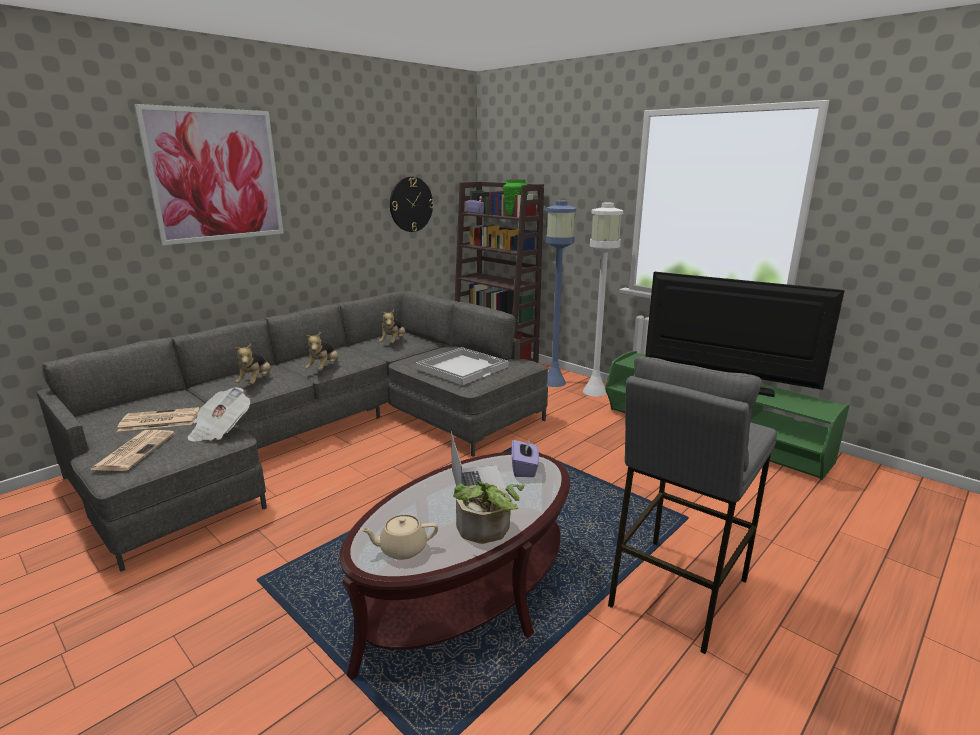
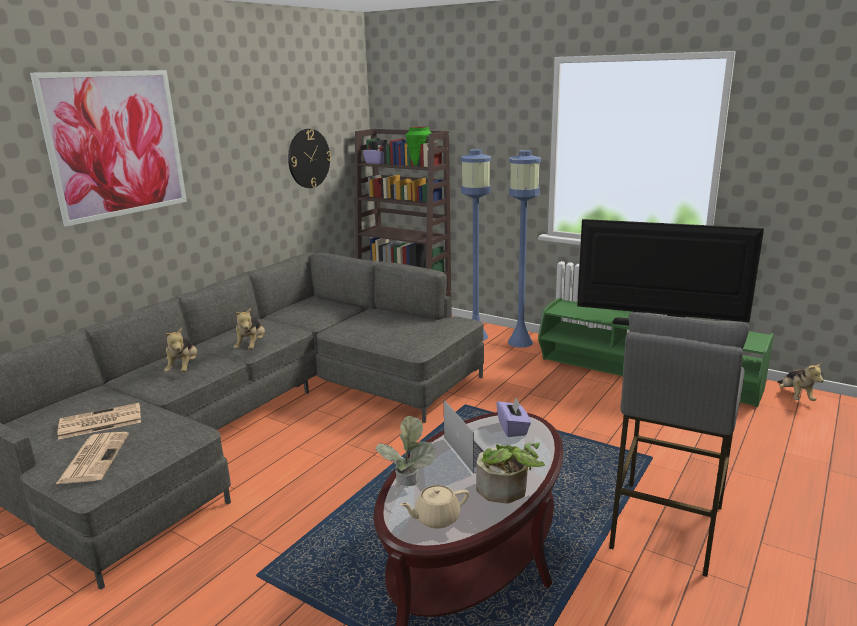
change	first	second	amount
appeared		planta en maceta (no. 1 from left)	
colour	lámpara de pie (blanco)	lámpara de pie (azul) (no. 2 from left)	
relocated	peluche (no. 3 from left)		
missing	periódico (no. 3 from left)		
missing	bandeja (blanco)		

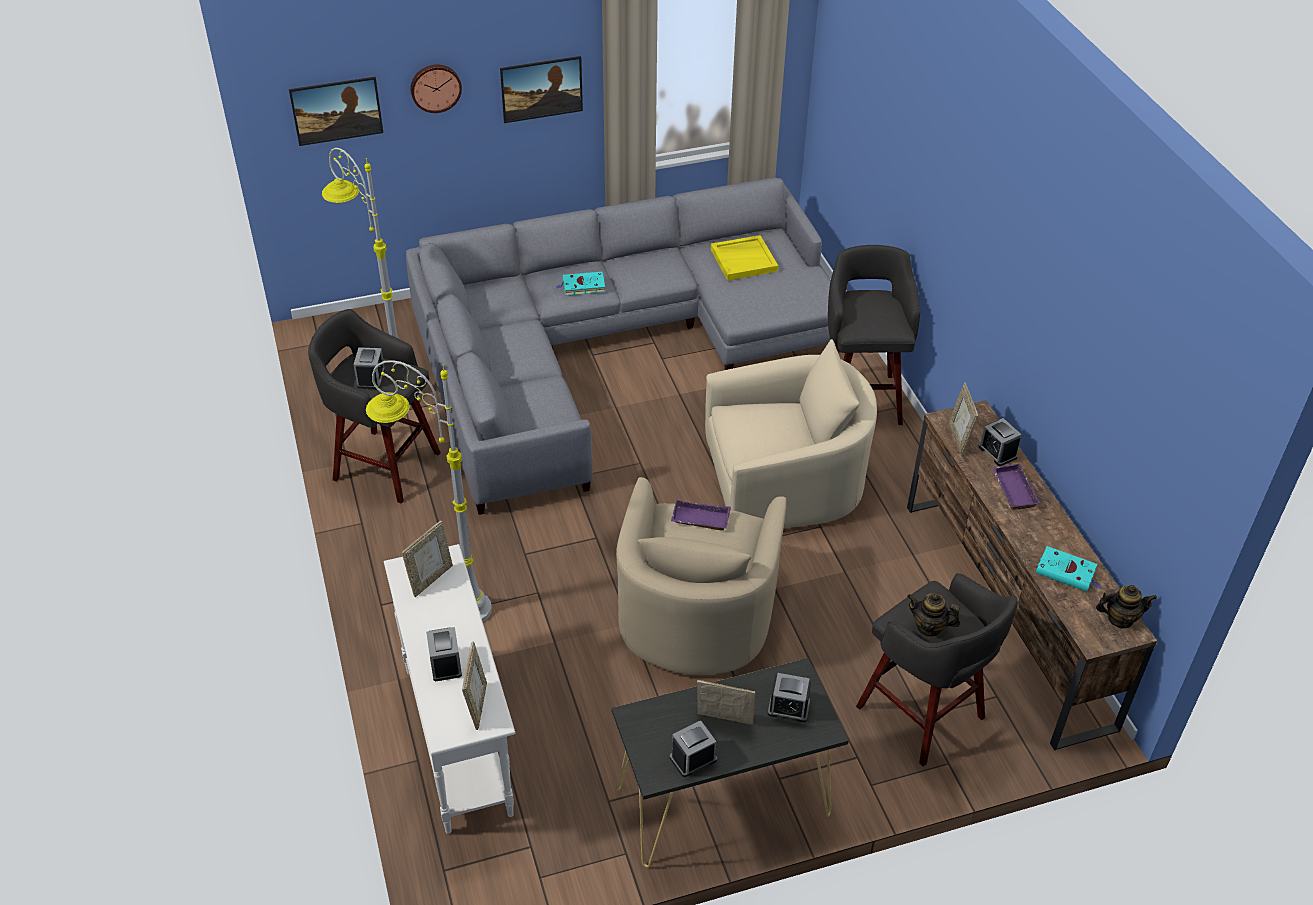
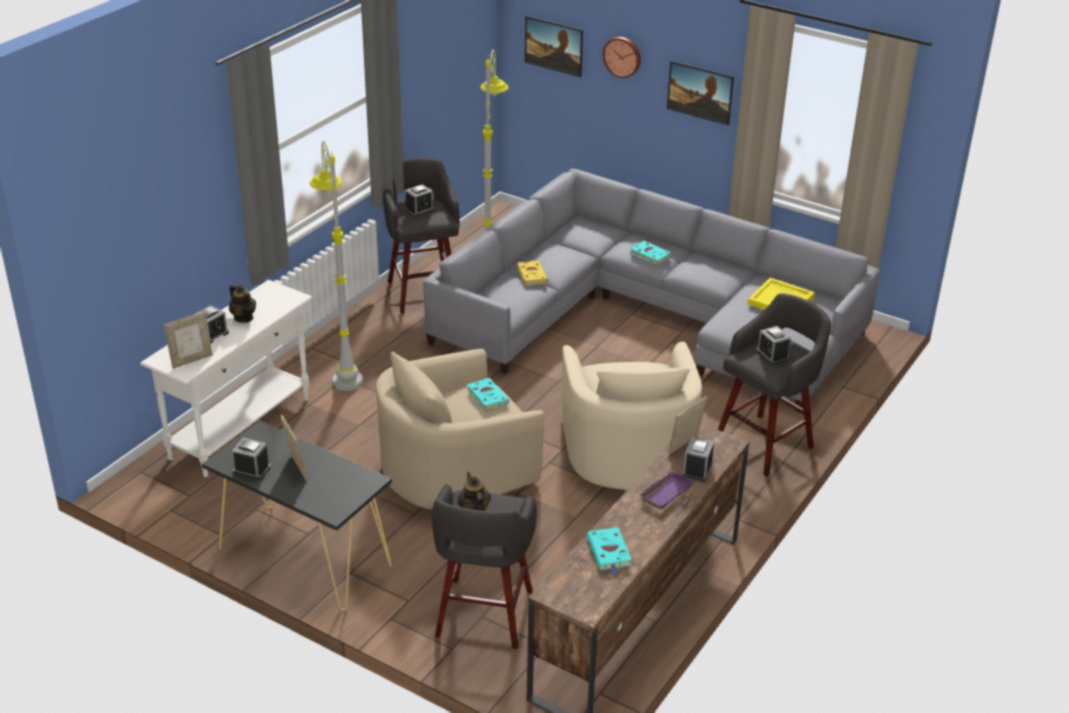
change	first	second	amount
relocated	tetera (no. 2 from left in the first image)	tetera (no. 1 from left)	
exchanged	bandeja (morado) (no. 1 from left)	libro (turquesa) (no. 1 from left)	
appeared		libro (amarillo)	
spun	sillón (beis) (no. 2 from left)		45 degrees clockwise
relocated	despertador (no. 4 from left in the first image)	despertador (no. 5 from left)	
missing	portarretratos (no. 1 from left)		

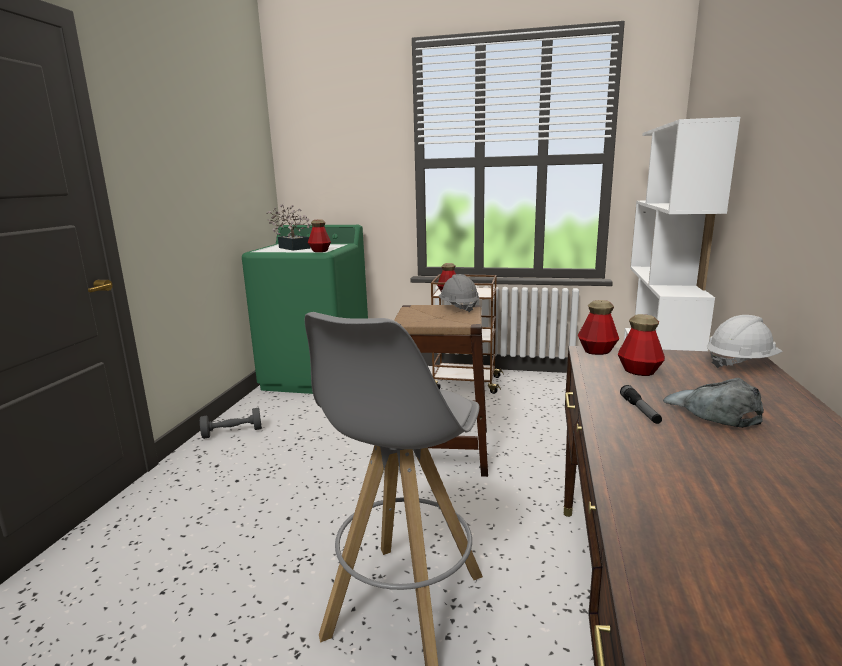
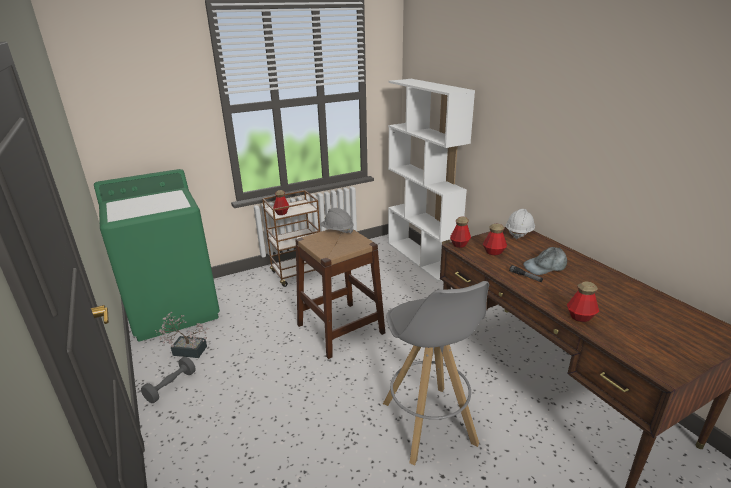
change	first	second	amount
relocated	planta en maceta		
spun	gorra (gris)		45 degrees counterclockwise
relocated	botella (no. 1 from left in the first image)	botella (no. 4 from left)	

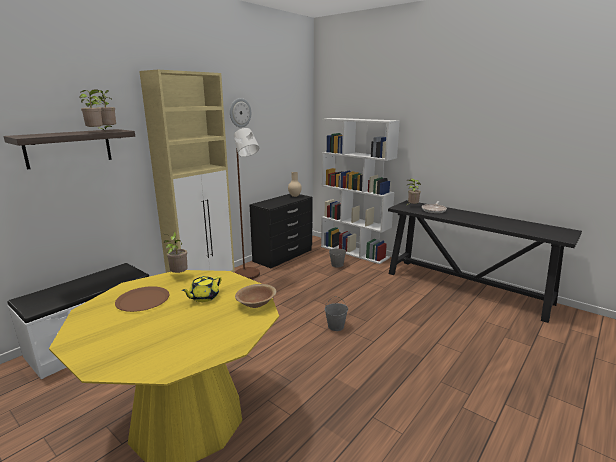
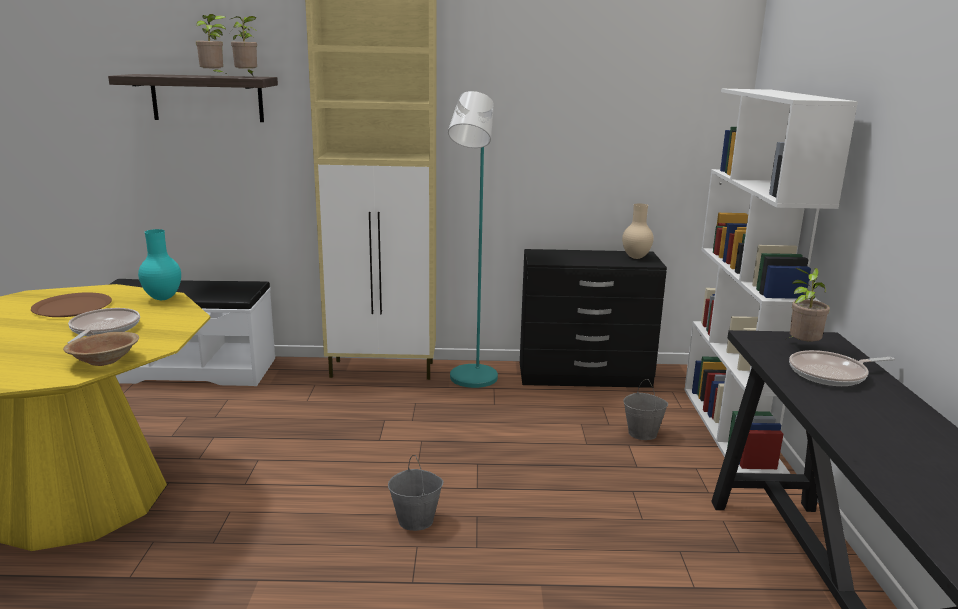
change	first	second	amount
exchanged	tetera (amarillo)	sartén (no. 1 from left)	
exchanged	planta en maceta (no. 3 from left)	florero (turquesa)	
colour	lámpara de pie (marrón)	lámpara de pie (turquesa)	
missing	reloj de pared		

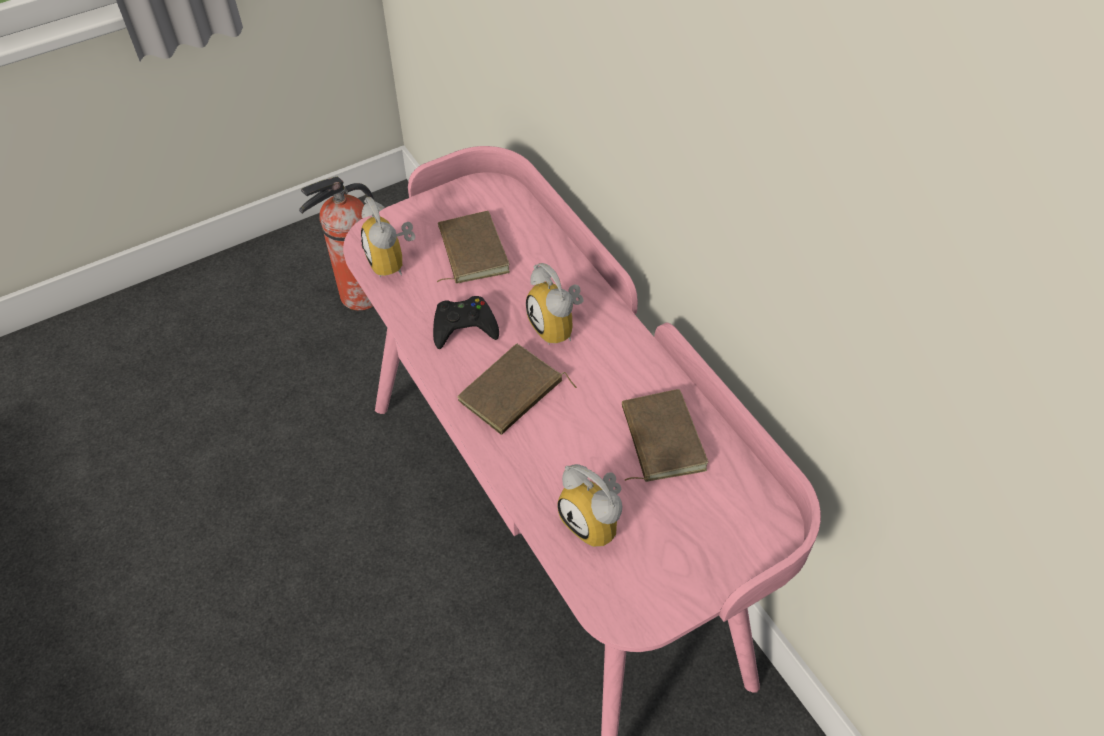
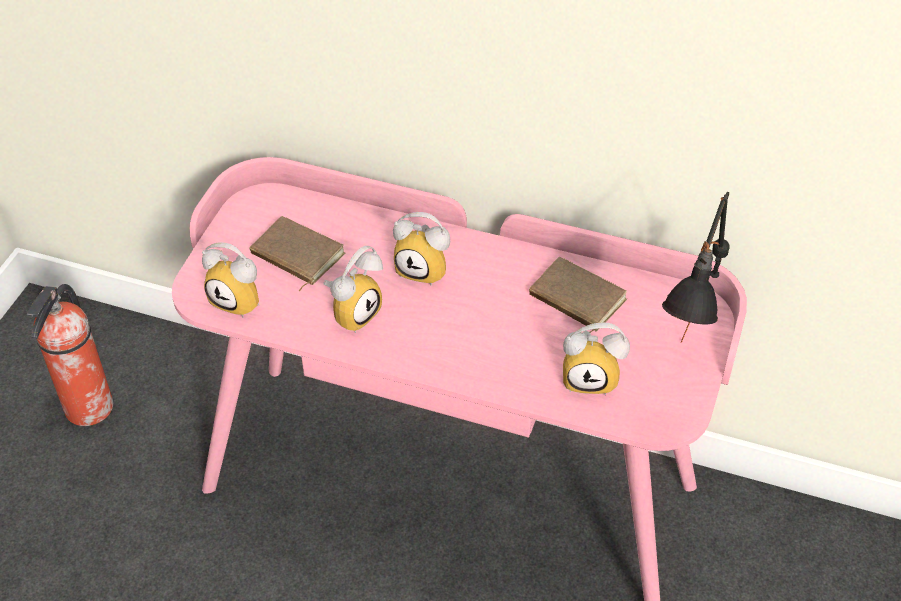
change	first	second	amount
exchanged	mando de consola (negro)	despertador (no. 2 from left)	
appeared		lámpara de mesa (negro)	
missing	libro (marrón) (no. 2 from left)		

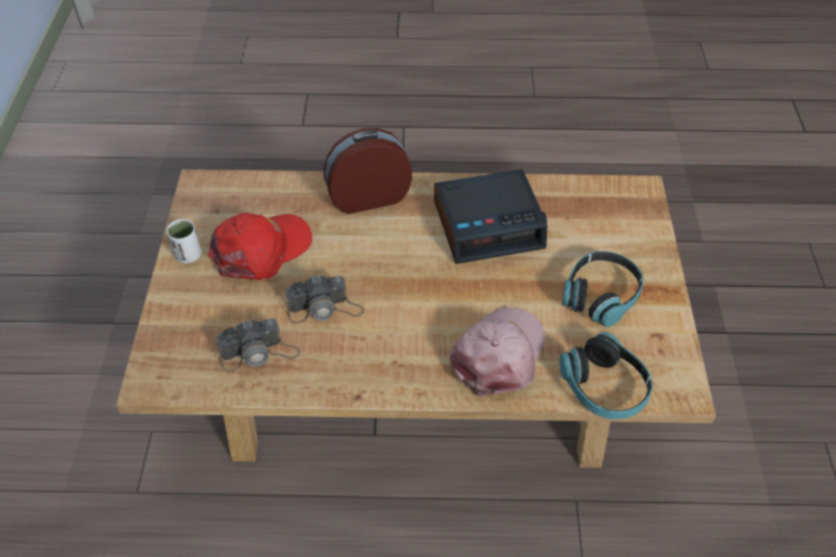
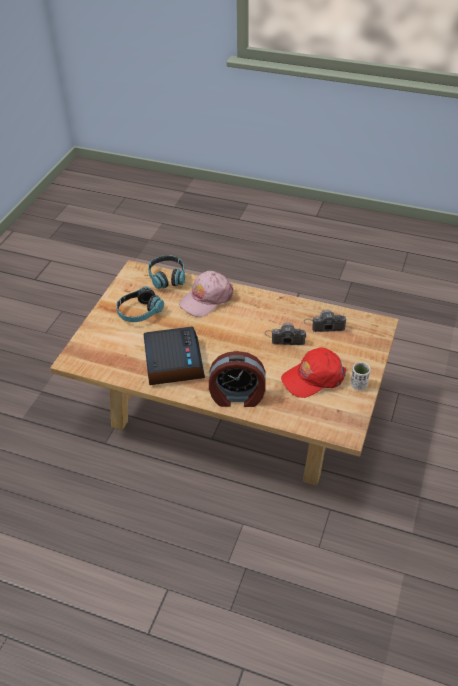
change	first	second	amount
spun	despertador (no. 2 from left in the first image)	despertador (no. 1 from left)	75 degrees clockwise

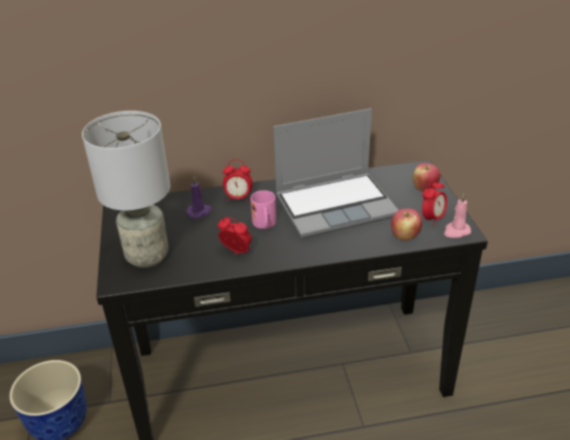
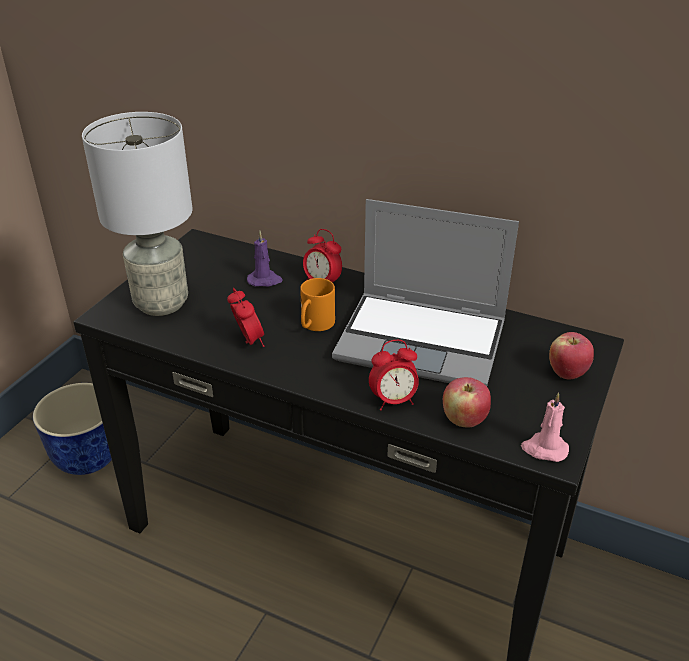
change	first	second	amount
colour	taza grande (rosa)	taza grande (naranja)	
relocated	despertador (no. 3 from left)		

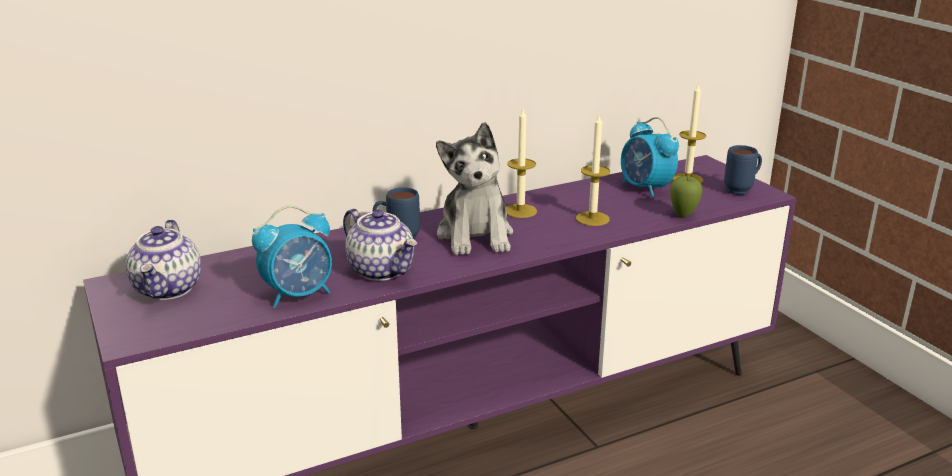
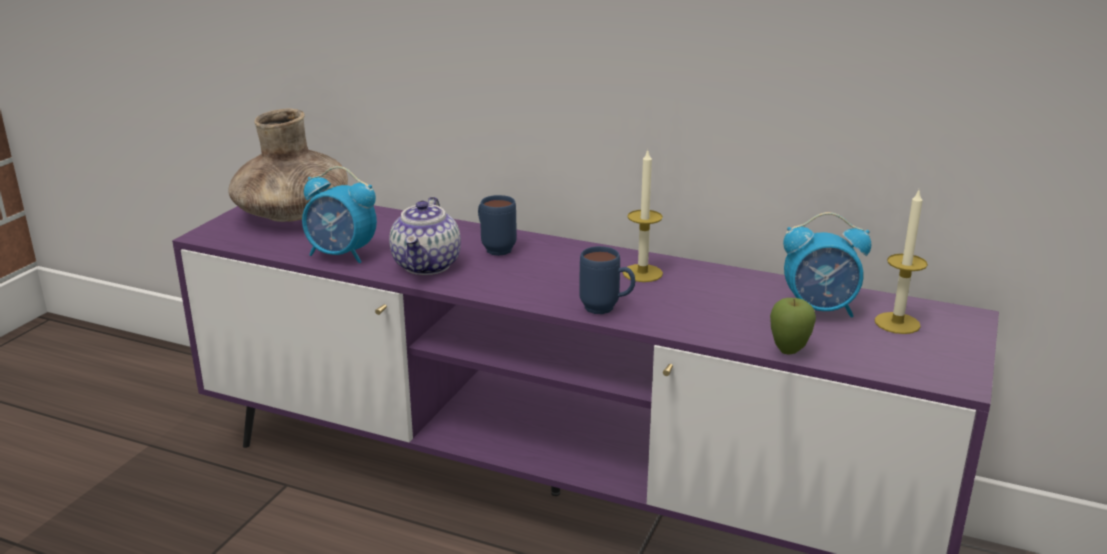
change	first	second	amount
exchanged	tetera (no. 1 from left)	florero (marrón)	
relocated	taza grande (azul) (no. 2 from left)		
spun	despertador (no. 2 from left)		105 degrees counterclockwise
missing	peluche		
missing	vela (no. 2 from left)		

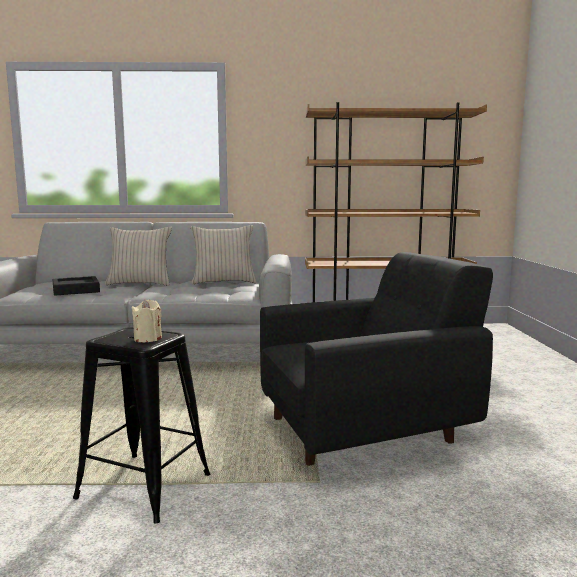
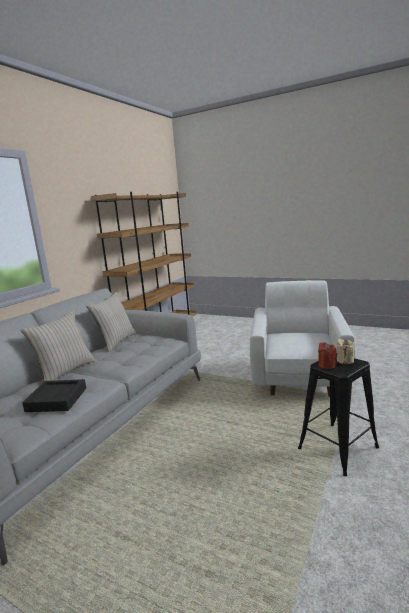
change	first	second	amount
colour	sillón (negro)	sillón (blanco)	
appeared		vela (rojo)	

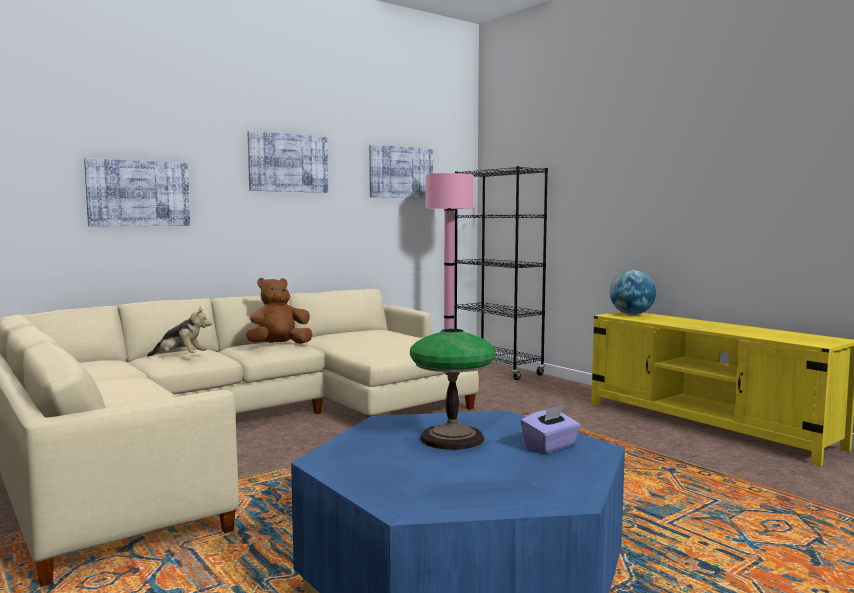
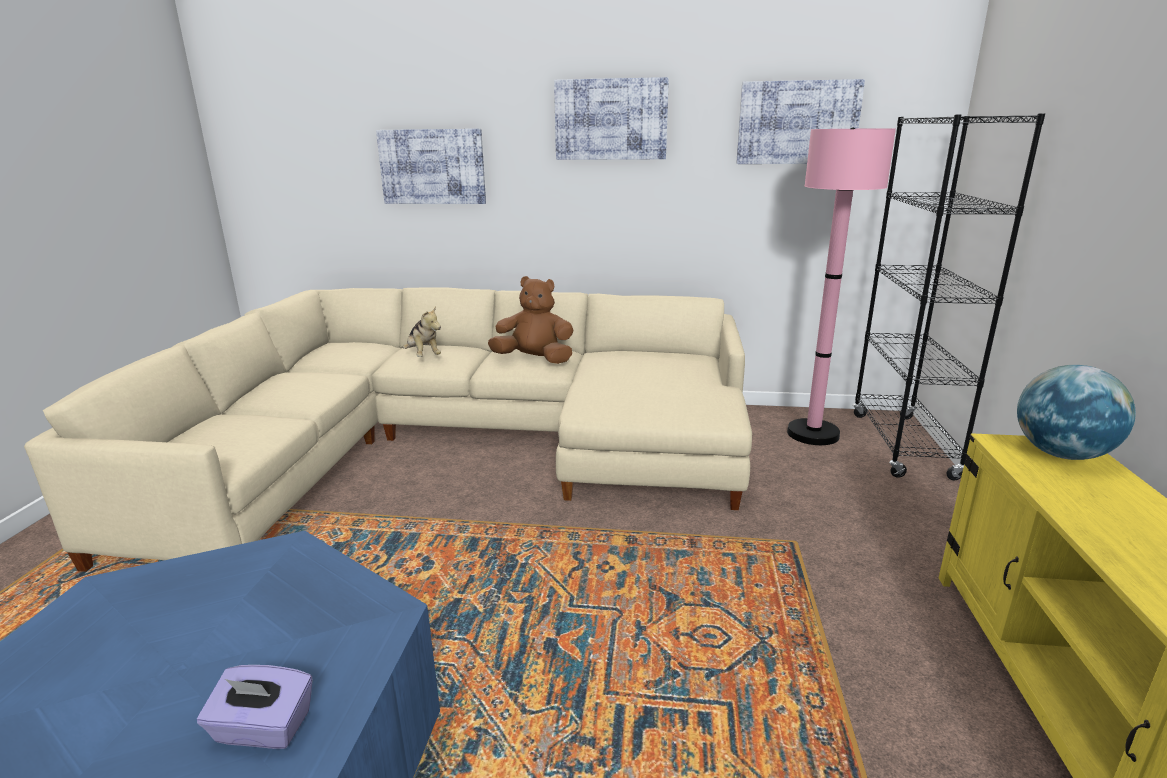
change	first	second	amount
missing	lámpara de mesa		

